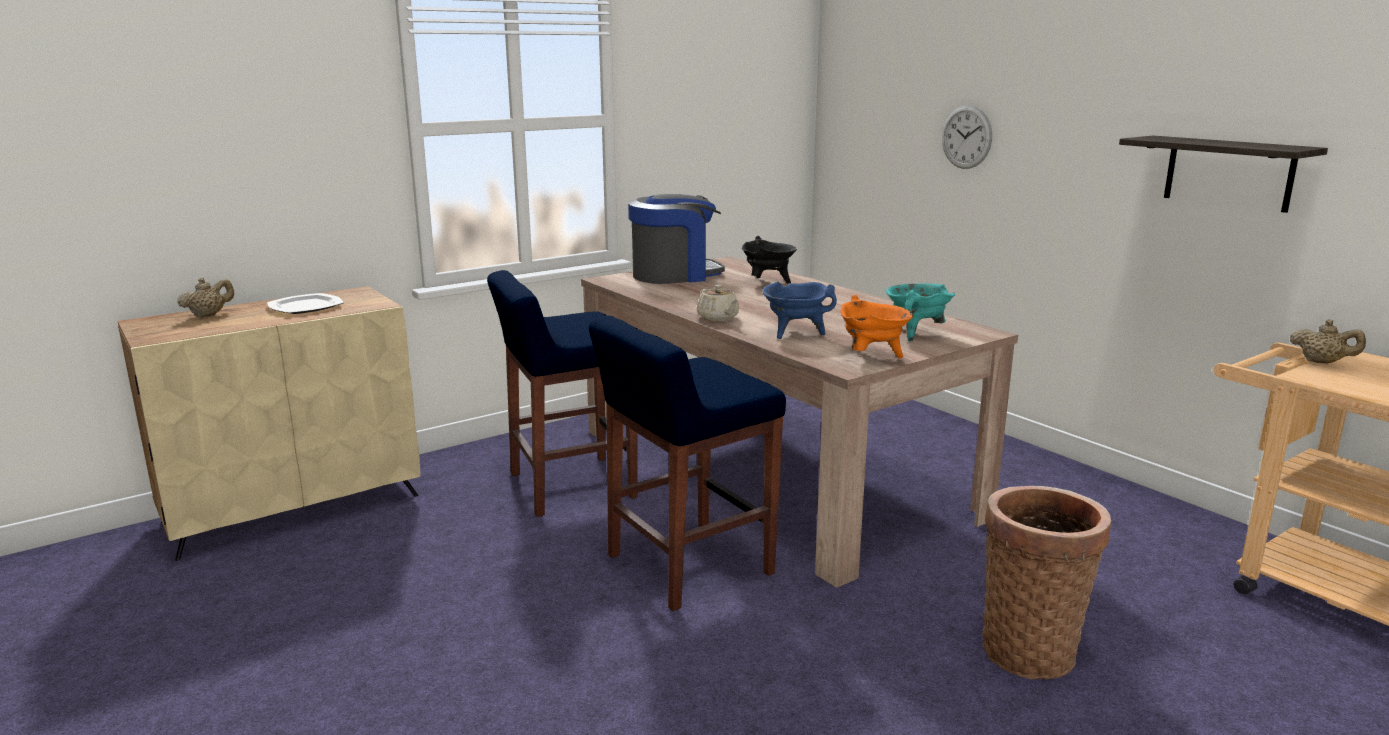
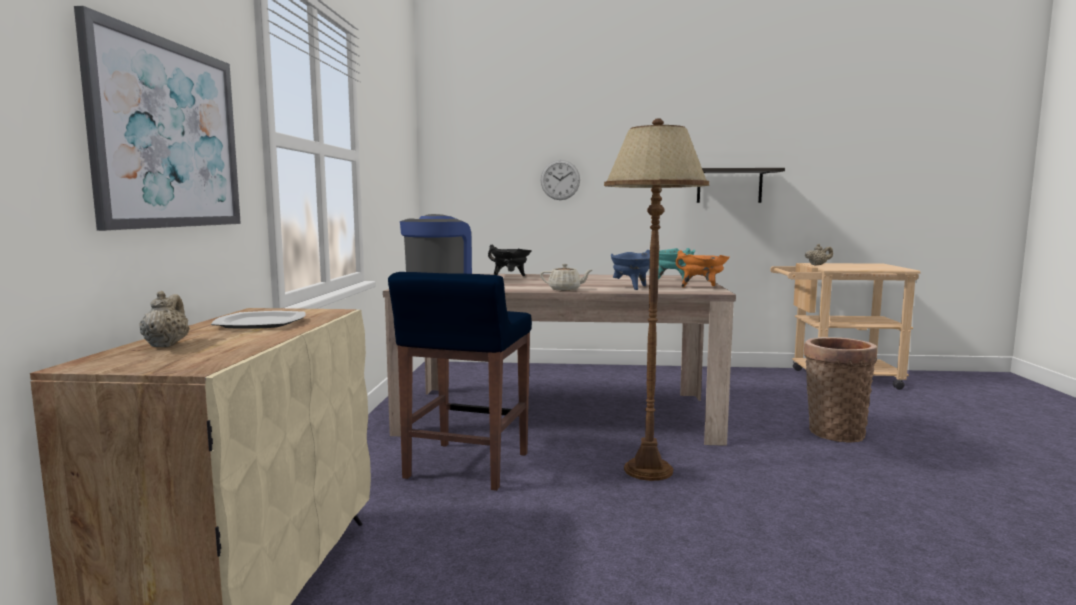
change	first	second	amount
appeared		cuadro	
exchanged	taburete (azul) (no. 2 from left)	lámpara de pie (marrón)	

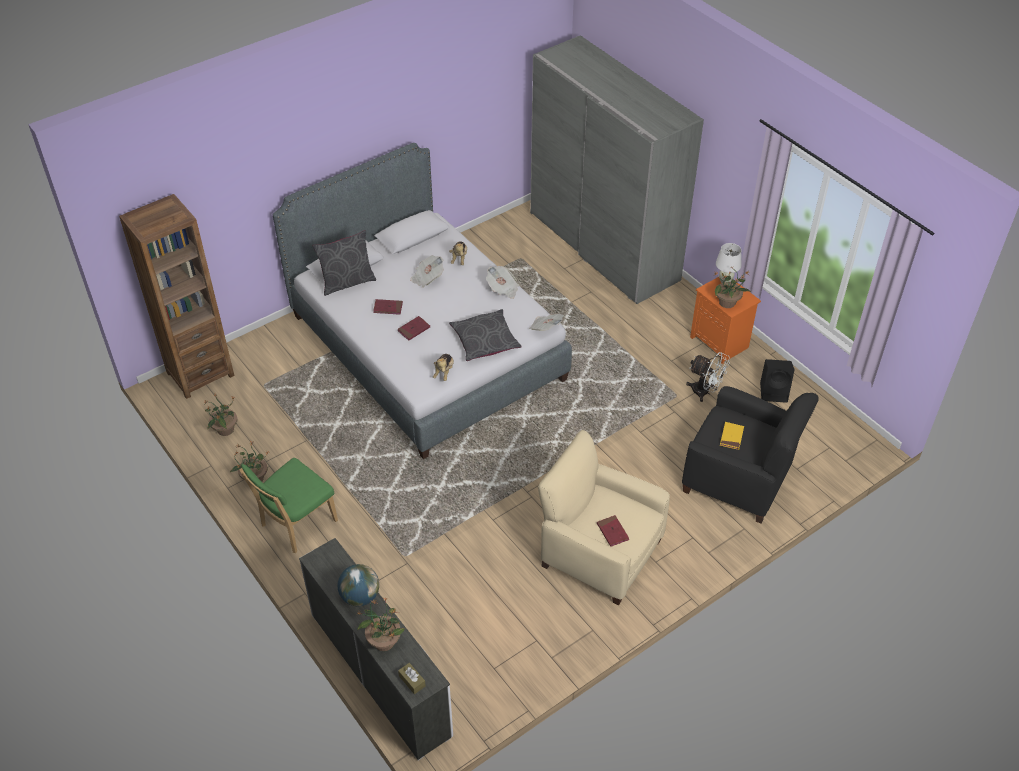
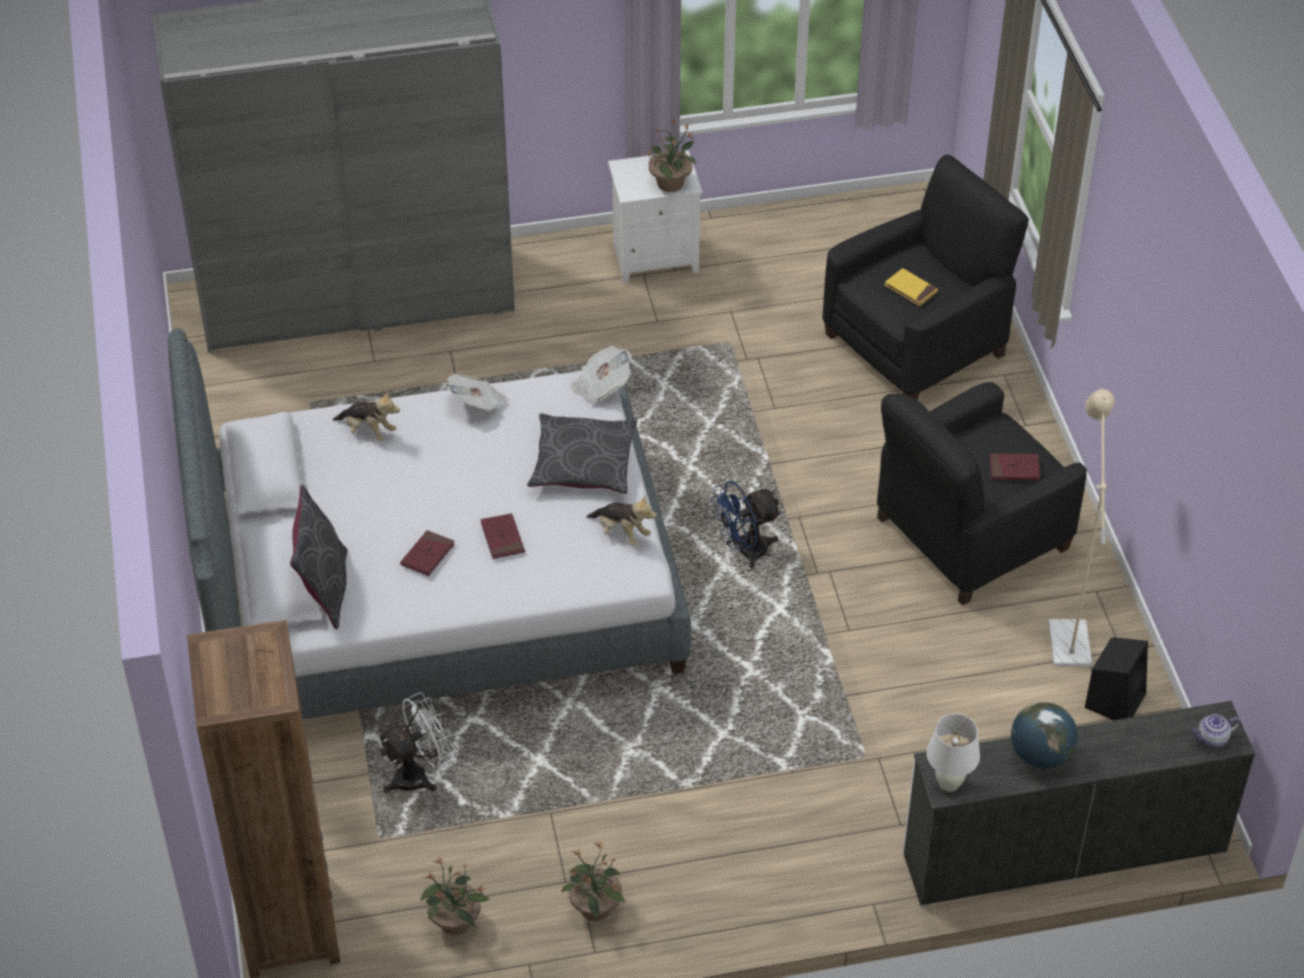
change	first	second	amount
relocated	ventilador (blanco)		
colour	mesita de noche (naranja)	mesita de noche (blanco)	
appeared		ventilador (azul)	
colour	sillón (beis)	sillón (negro) (no. 2 from left)	
relocated	lámpara de mesa (blanco)		
appeared		lámpara de pie (beis)	
relocated	altavoz (negro)		
exchanged	caja de pañuelos (marrón)	tetera	
missing	silla (verde)		
missing	planta en maceta (no. 3 from left)		
missing	periódico (no. 1 from left)		

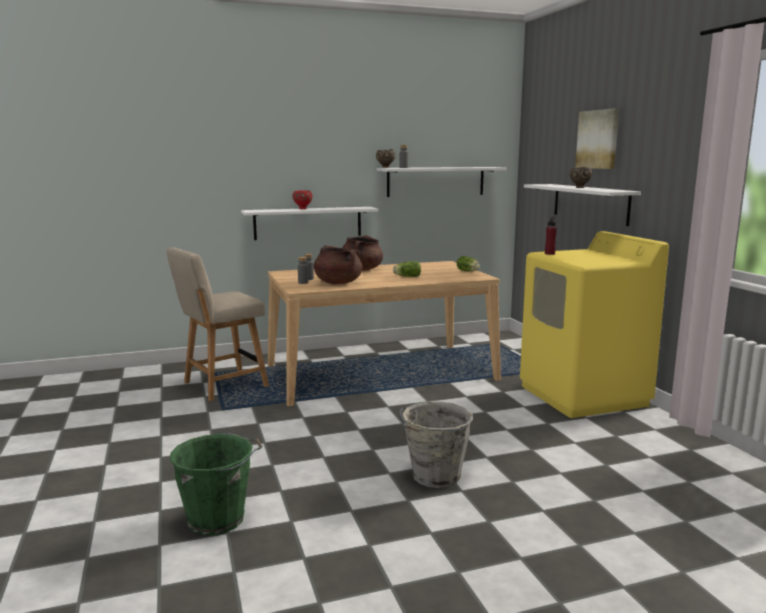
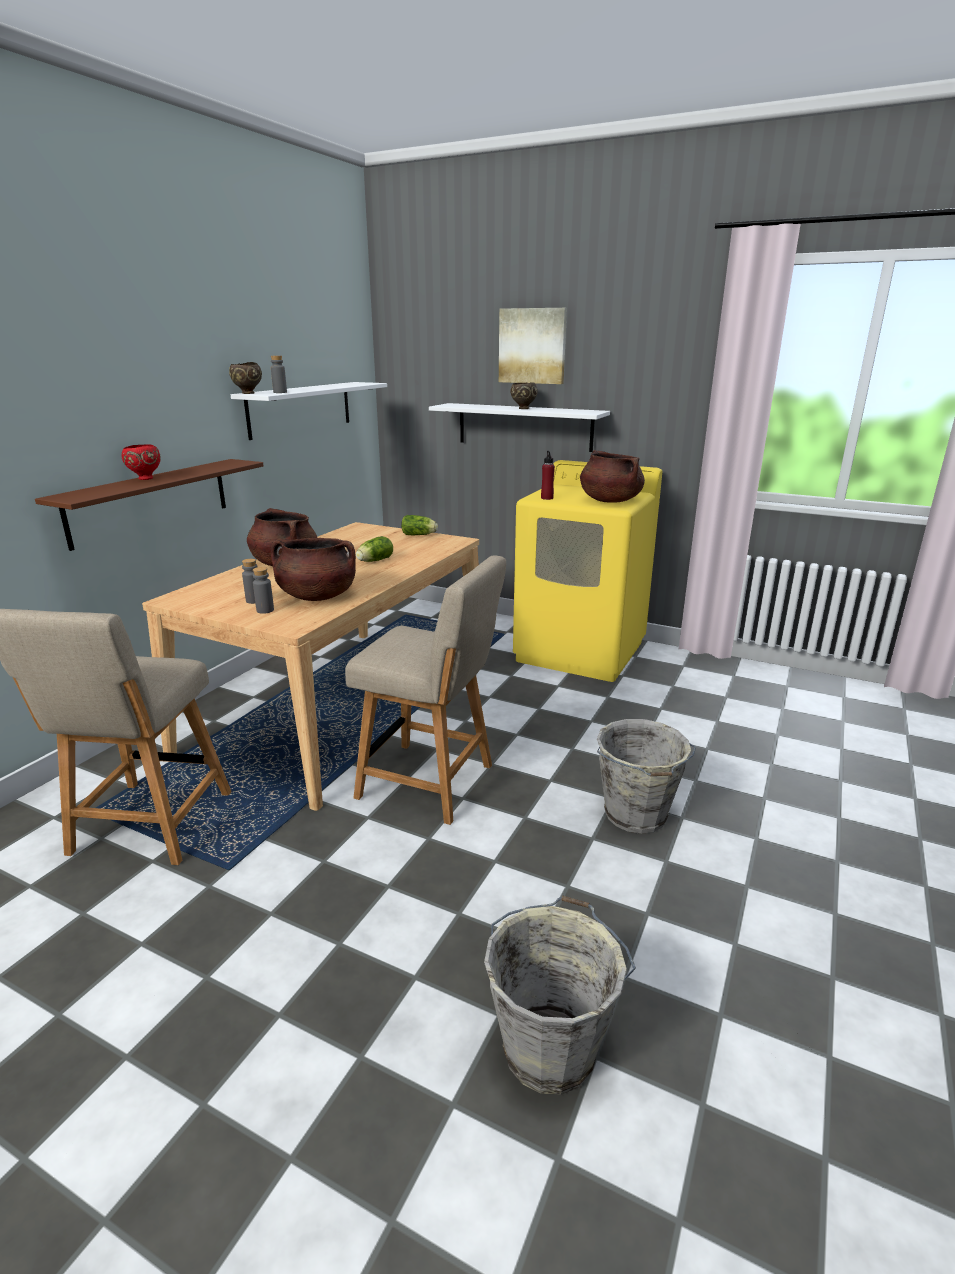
change	first	second	amount
colour	estante (blanco) (no. 1 from left)	estante (marrón)	
appeared		silla (beis) (no. 2 from left)	
colour	cubo (verde)	cubo (gris) (no. 1 from left)	
appeared		olla (marrón) (no. 3 from left)	

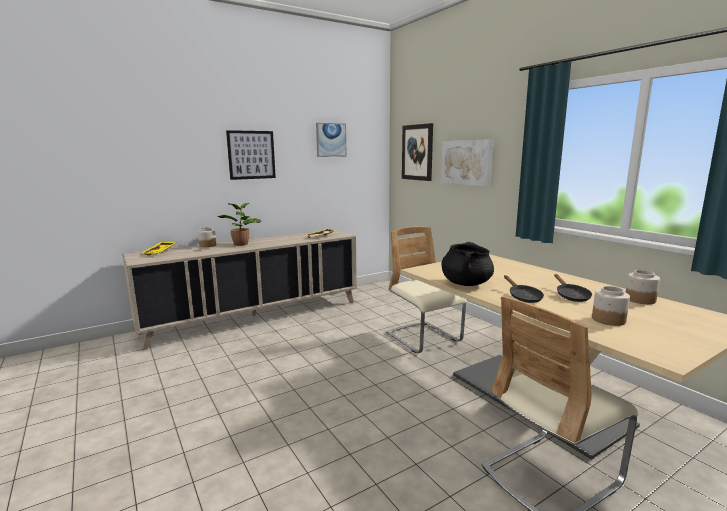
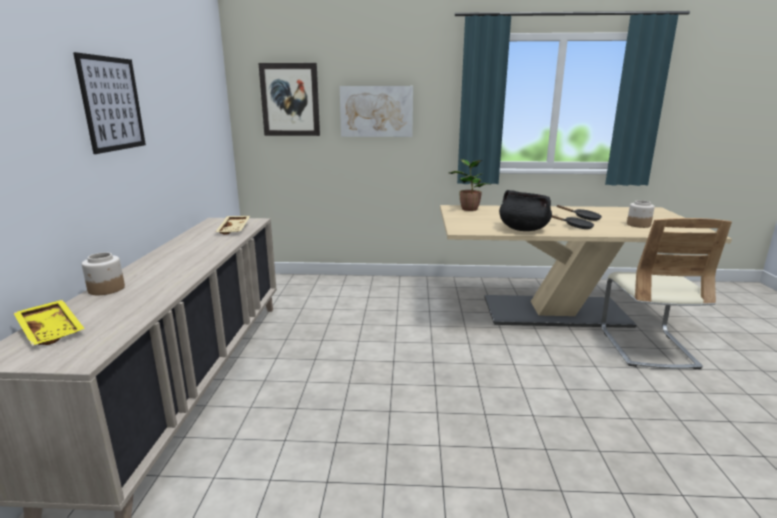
change	first	second	amount
relocated	planta en maceta		
missing	cuadro (no. 2 from left)		
missing	silla (beis) (no. 1 from left)		
missing	tarro (no. 3 from left)		

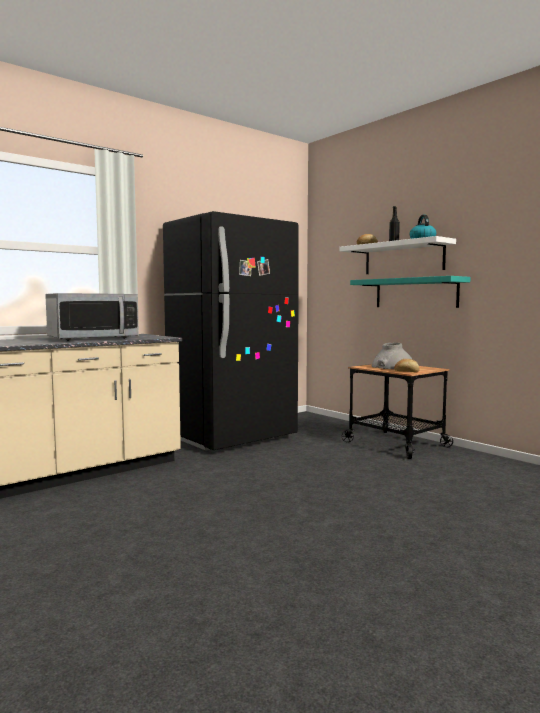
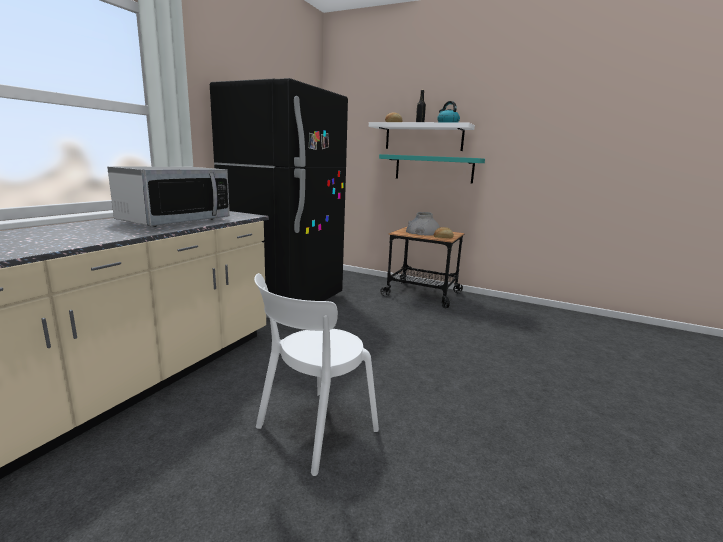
change	first	second	amount
appeared		silla (blanco)	

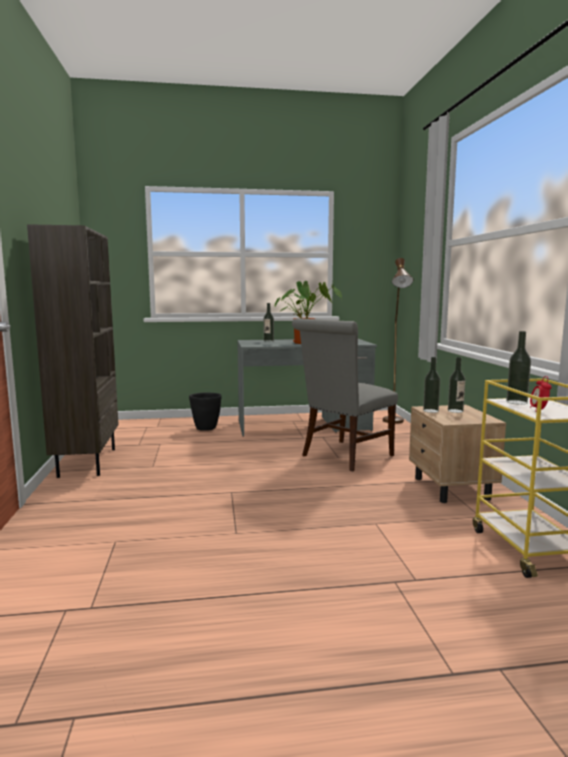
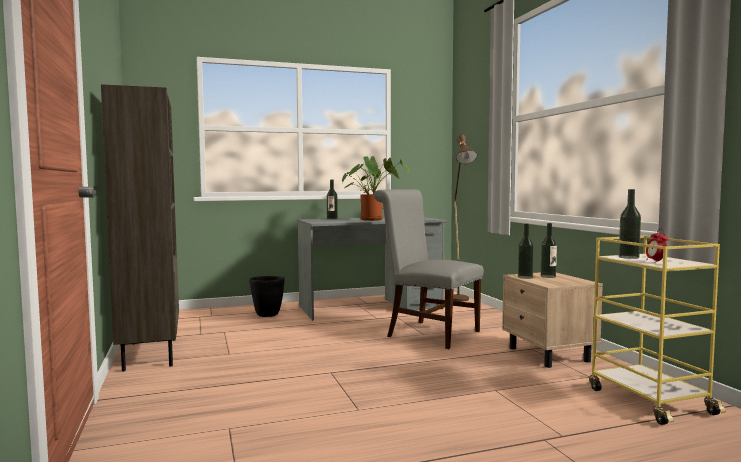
change	first	second	amount
spun	silla (gris)		90 degrees clockwise

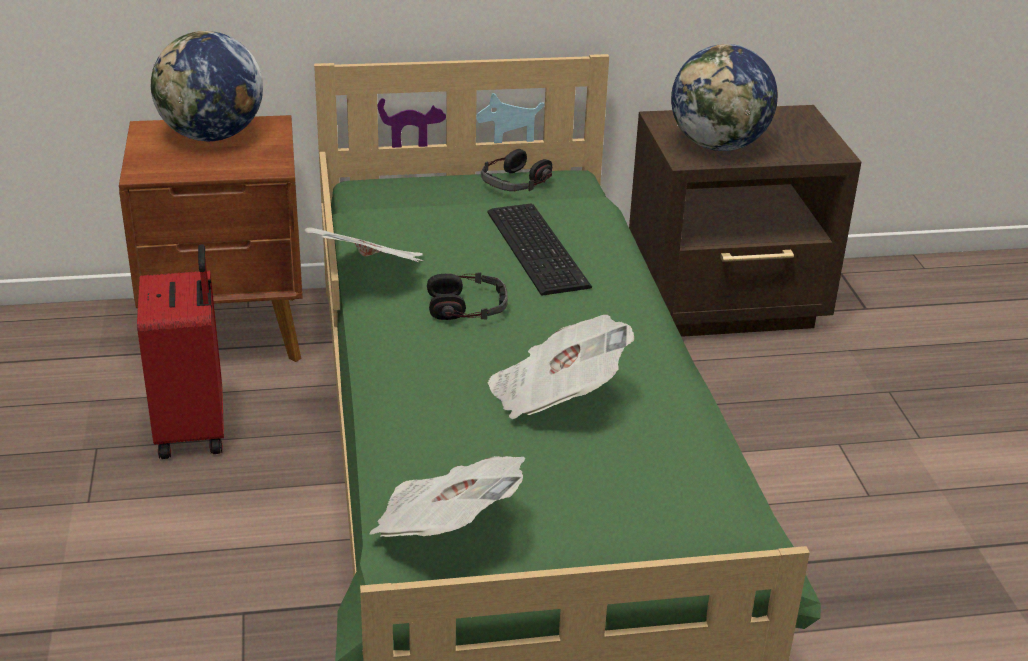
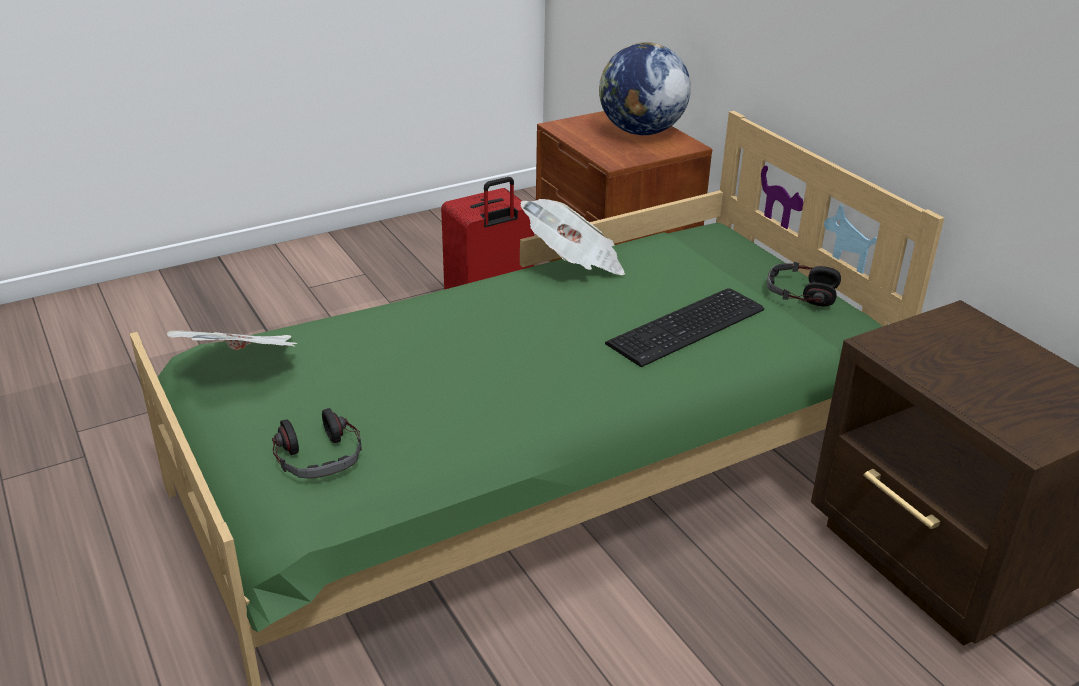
change	first	second	amount
relocated	auriculares (no. 1 from left)		
missing	periódico (no. 3 from left)		
missing	globo terráqueo (no. 2 from left)		

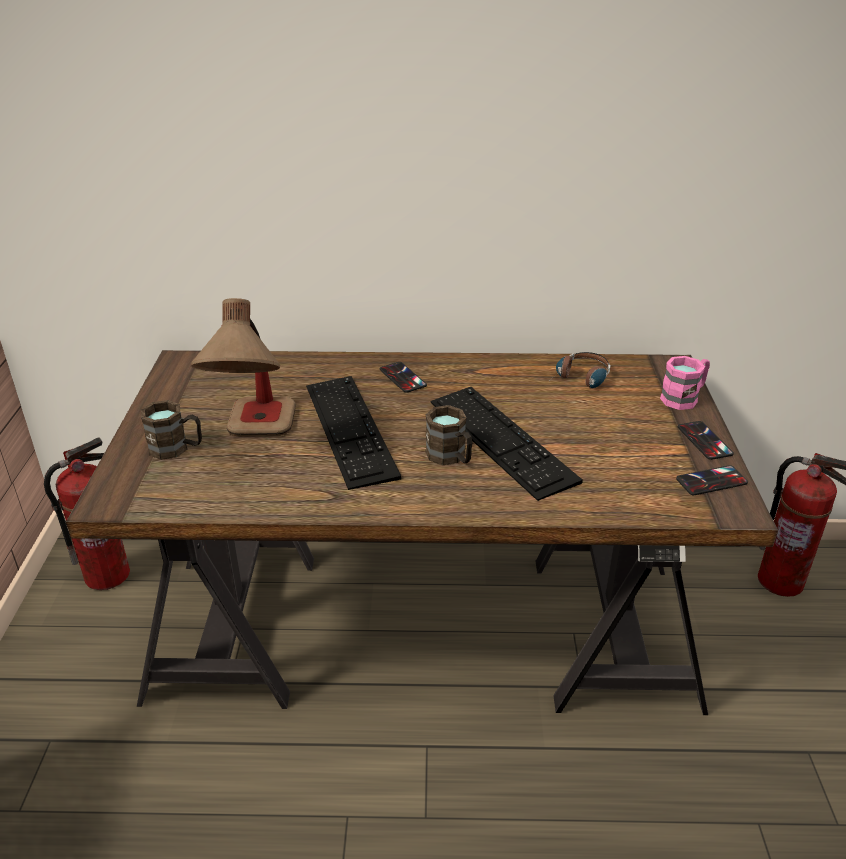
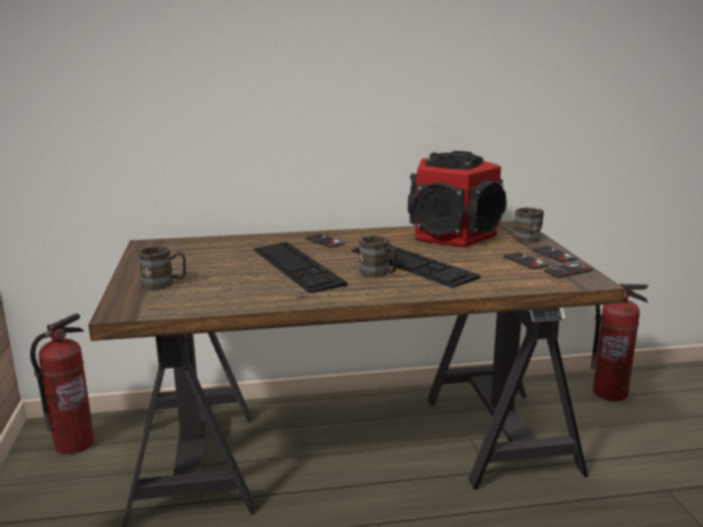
change	first	second	amount
exchanged	auriculares	altavoz	
appeared		móvil (no. 2 from left)	
colour	taza grande (rosa)	taza grande (marrón) (no. 3 from left)	
missing	lámpara de mesa		

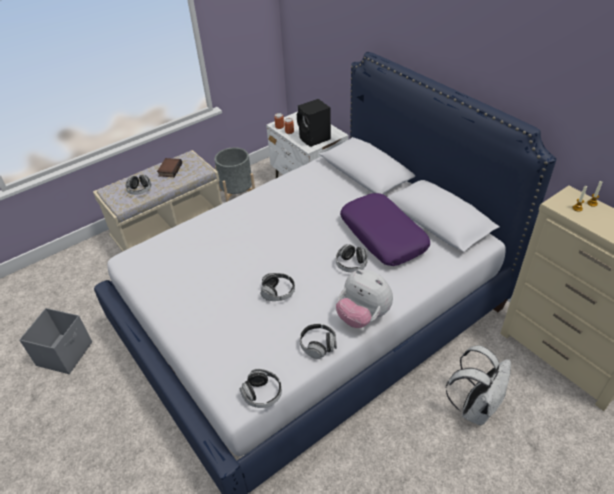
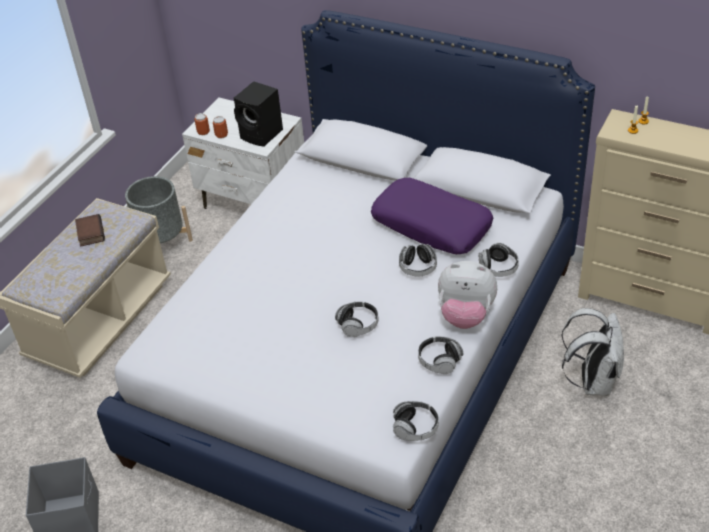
change	first	second	amount
relocated	auriculares (no. 1 from left in the first image)	auriculares (no. 5 from left)	

